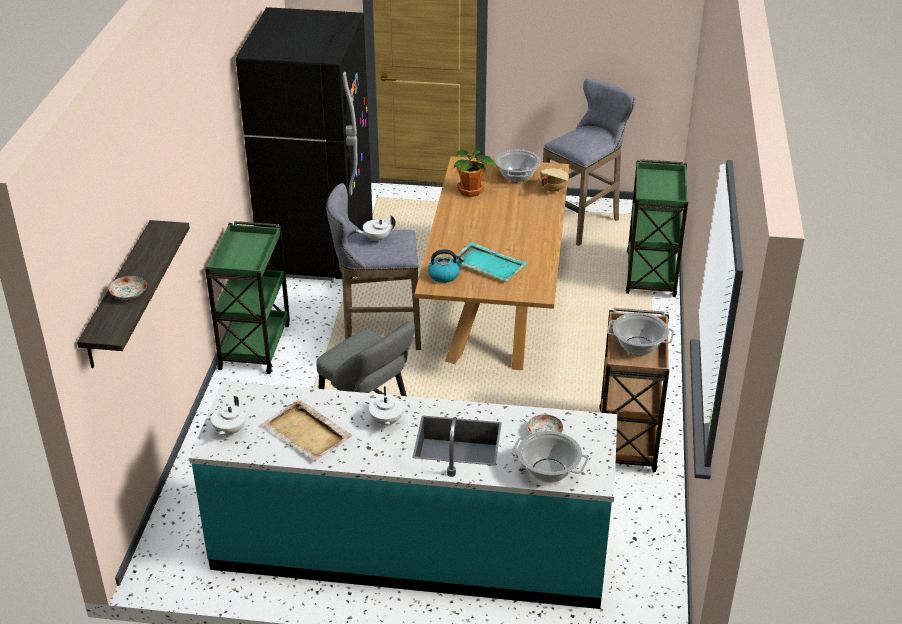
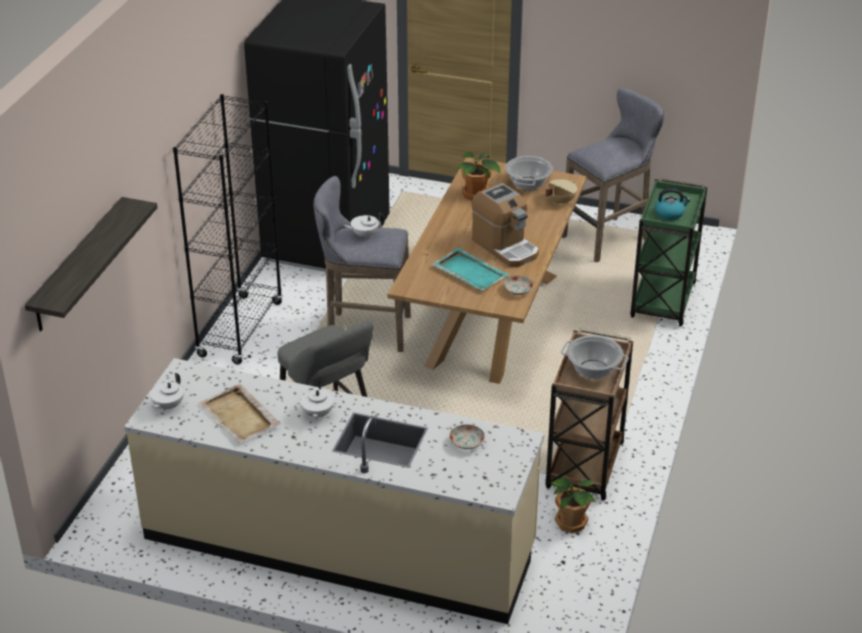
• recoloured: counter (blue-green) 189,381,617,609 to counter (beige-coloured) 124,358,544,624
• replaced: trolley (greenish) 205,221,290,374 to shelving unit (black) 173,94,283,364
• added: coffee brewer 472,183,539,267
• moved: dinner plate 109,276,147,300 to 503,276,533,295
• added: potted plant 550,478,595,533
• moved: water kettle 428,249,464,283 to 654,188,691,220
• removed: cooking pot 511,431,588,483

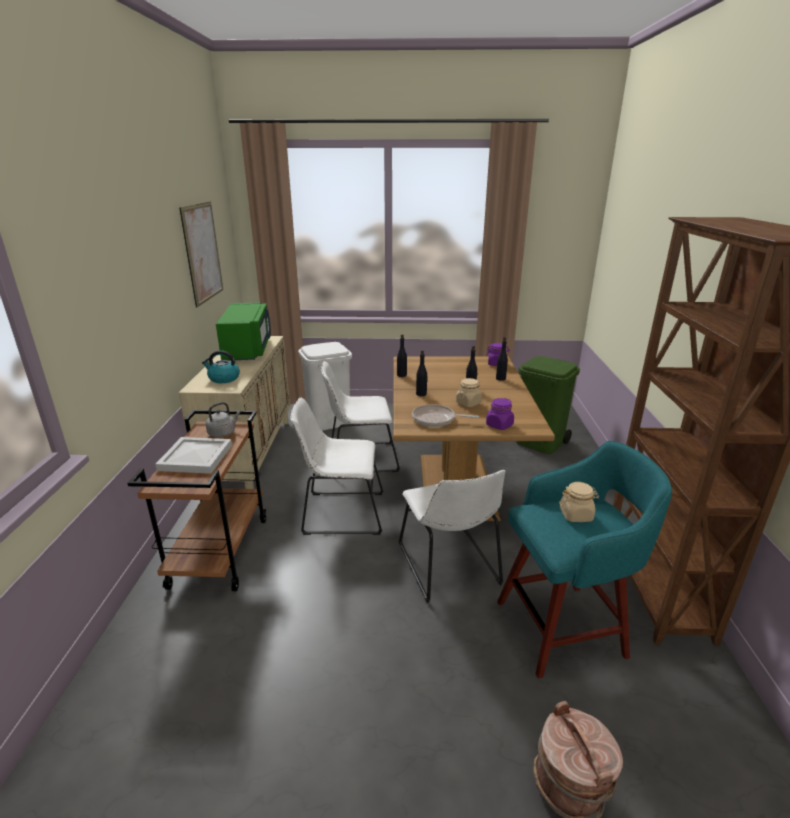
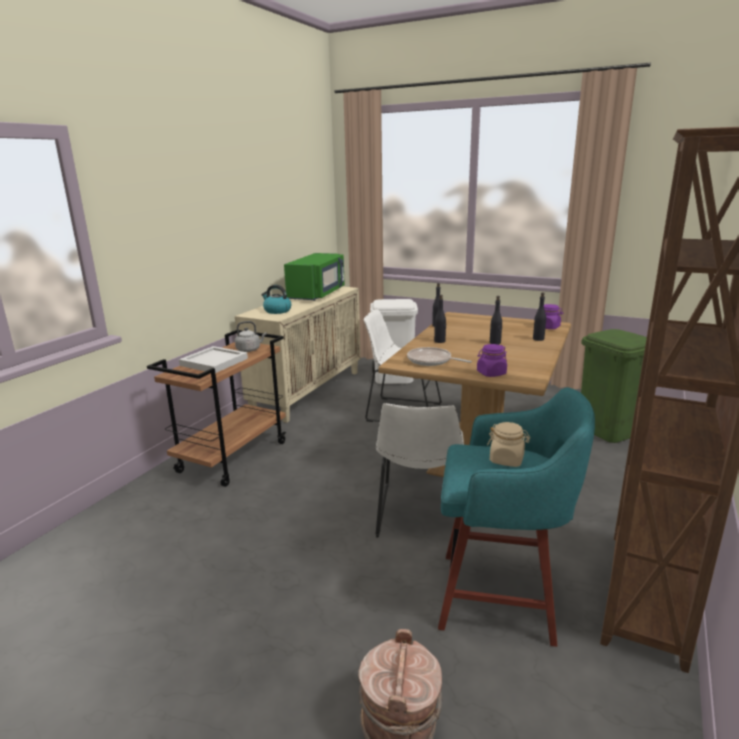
• removed: wall art 179,201,223,308
• removed: plain chair (white) 290,398,384,535
• removed: storage jar (beige-coloured) 456,378,482,407

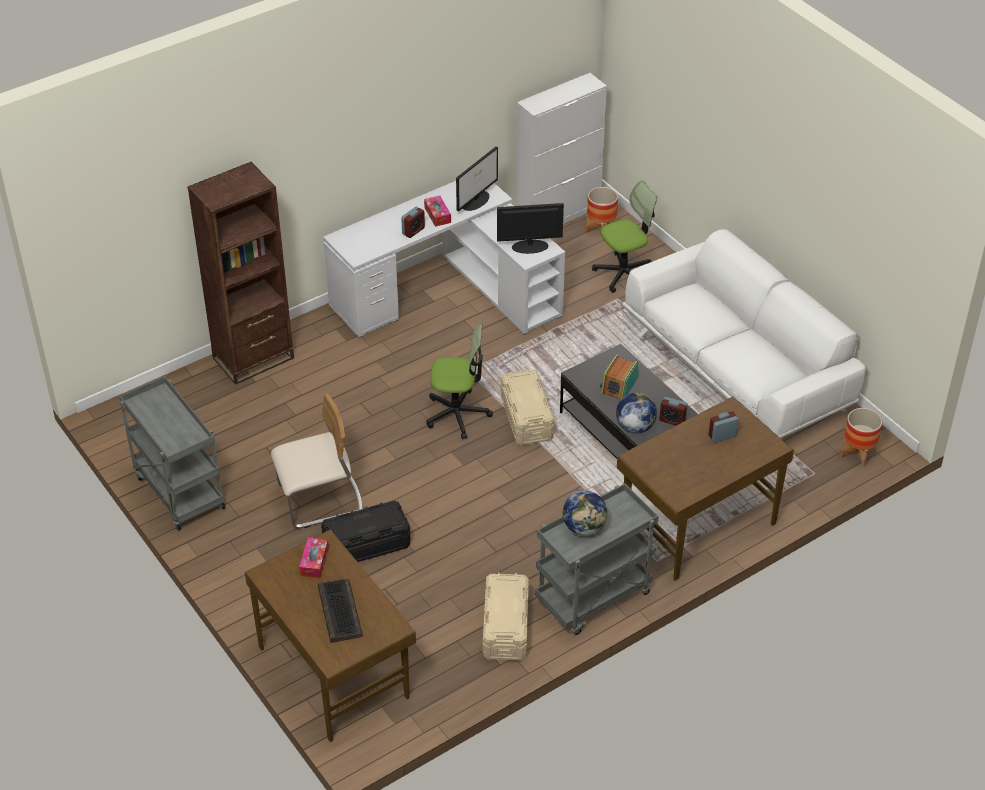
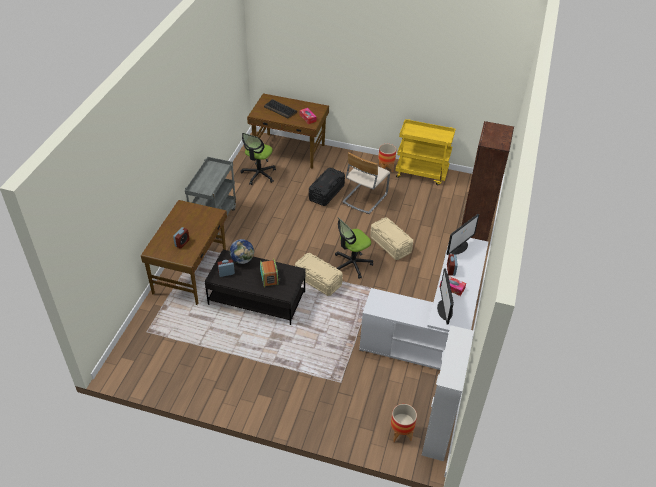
• moved: computer chair 592,180,657,293 to 240,133,276,185
• moved: storage box (beige-coloured) 483,572,529,660 to 370,217,413,260
• moved: flower pot 841,408,882,467 to 378,144,396,173
• recoloured: trolley (greyish) 119,376,226,531 to trolley (yellow-coloured) 395,119,455,185
• moved: monitor 497,203,564,254 to 447,214,479,255
• removed: globe 563,490,607,536
• removed: settee (white) 622,229,866,438

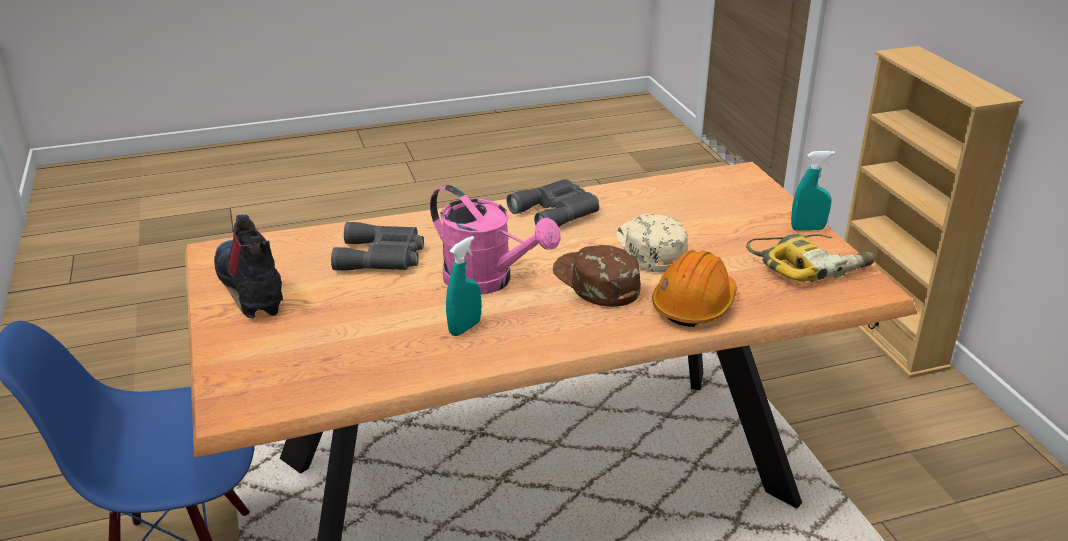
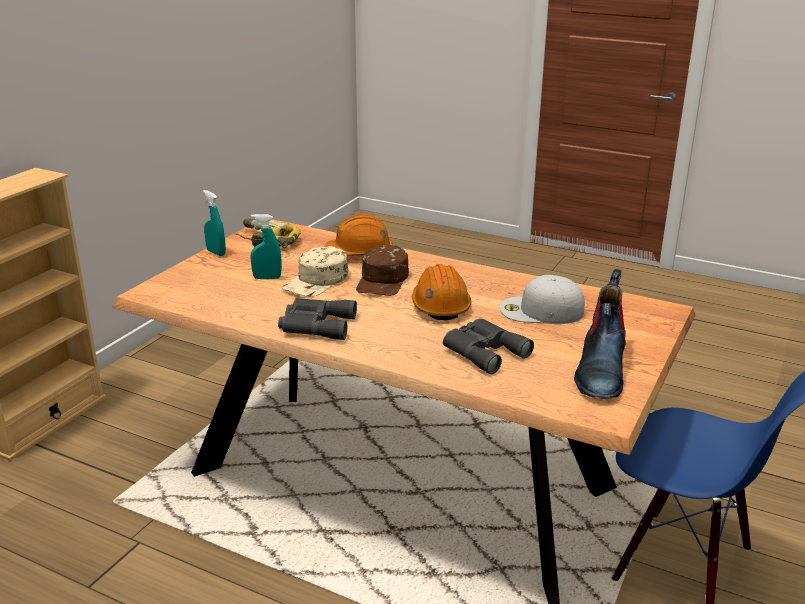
• moved: sprayer (blue-green) 446,236,481,336 to 251,214,282,279
• replaced: watering pot (pinkish) 430,185,561,294 to safety helmet (orange-coloured) 412,264,471,320
• added: cap (white) 500,275,585,324

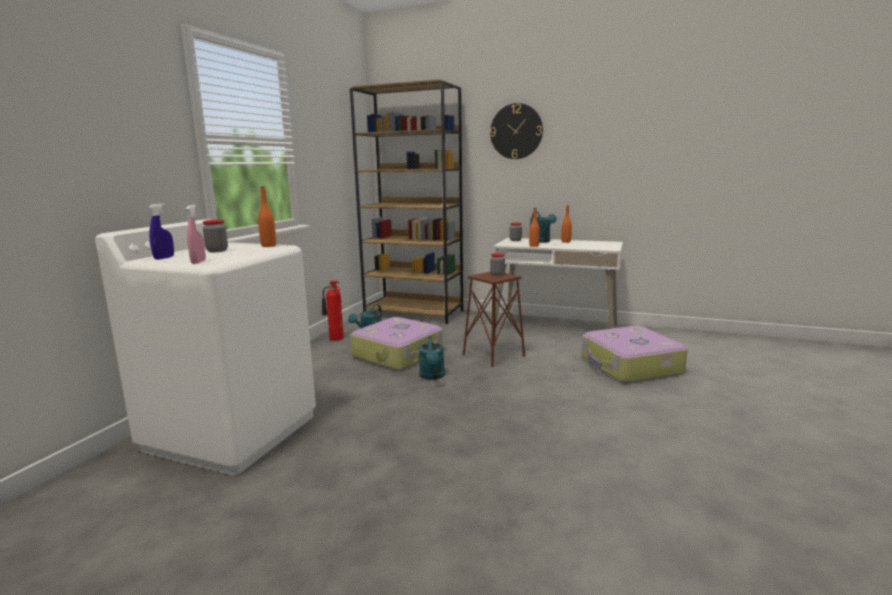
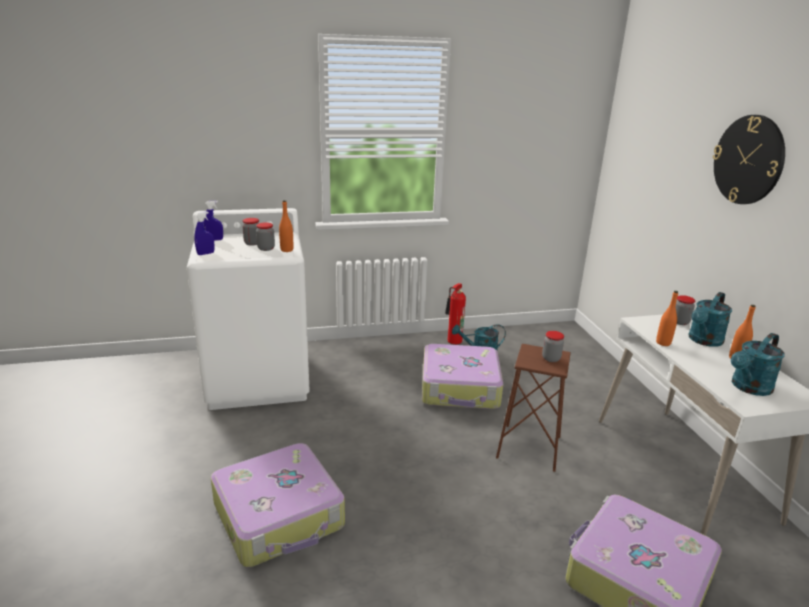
• recoloured: sprayer (pinkish) 186,205,206,264 to sprayer (bluish) 194,212,215,255
• added: suitcase 210,443,345,567
• added: storage jar 256,223,275,251
• moved: watering pot (blue-green) 418,336,445,380 to 731,333,784,396
• removed: shelving unit (brownish) 350,79,463,324

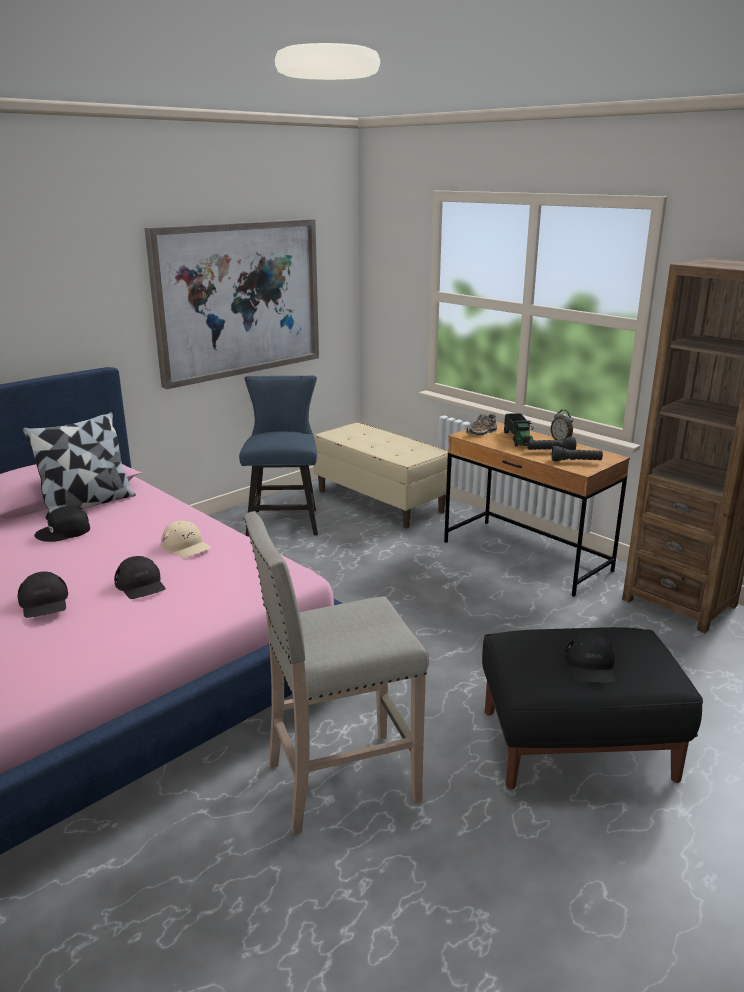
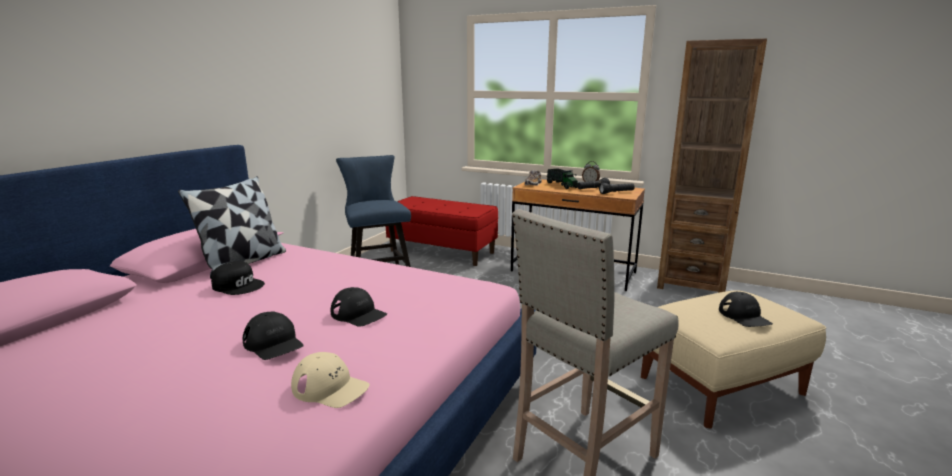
• turned: cap (black) 35,506,90,542 = 211,261,265,295 105 degrees counterclockwise
• moved: cap (beige-coloured) 161,521,211,558 to 291,352,370,408
• recoloured: bench (beige-coloured) 313,422,452,528 to bench (reddish) 386,196,498,266
• recoloured: pouffe (black) 482,627,703,789 to pouffe (beige-coloured) 641,291,826,429
• removed: wall art 144,219,319,389

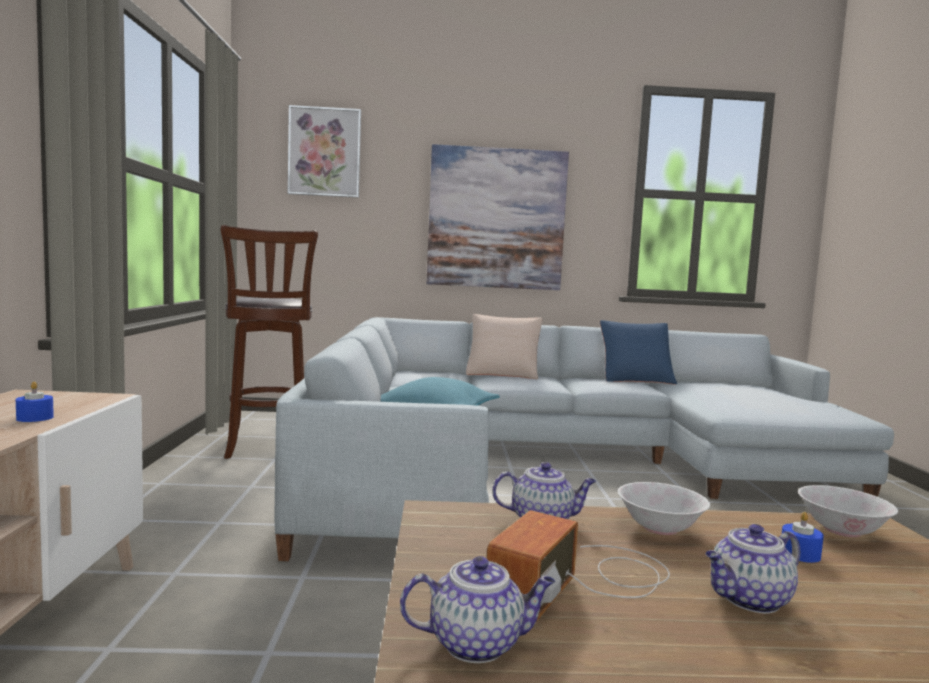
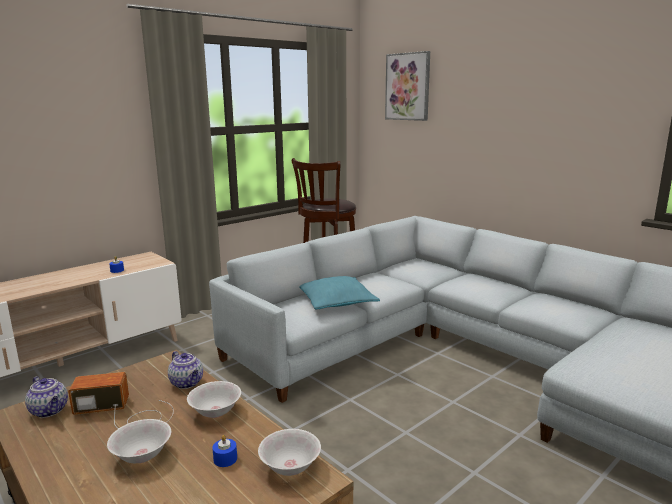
• replaced: teapot 706,524,800,614 to bowl (white) 107,419,171,463
• removed: wall art 426,144,569,290
• removed: pillow (beige-coloured) 466,314,542,379
• removed: pillow (bluish) 600,320,677,384

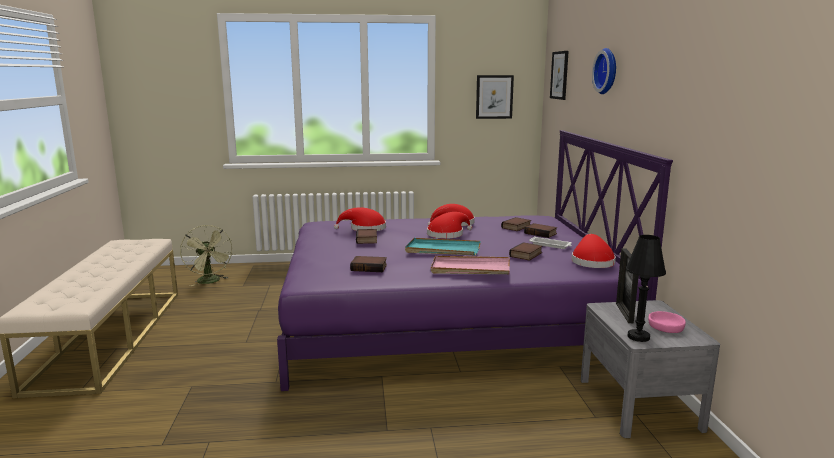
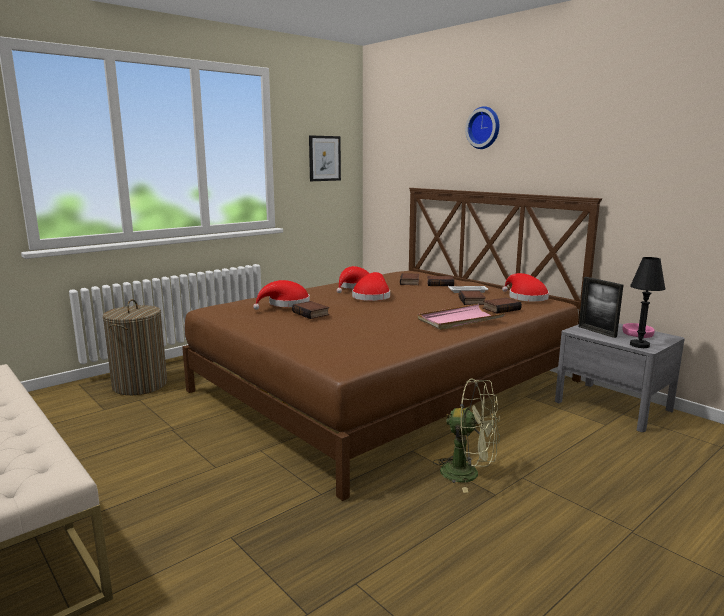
• added: hamper 102,299,167,395
• recoloured: bed (purple) 277,130,673,391 to bed (brownish) 182,188,602,501
• moved: electric fan (greenish) 180,225,233,286 to 433,378,500,493
• moved: volume 350,256,387,272 to 483,298,522,314
• removed: serving tray (blue-green) 405,238,481,256
• removed: wall art 550,51,569,100

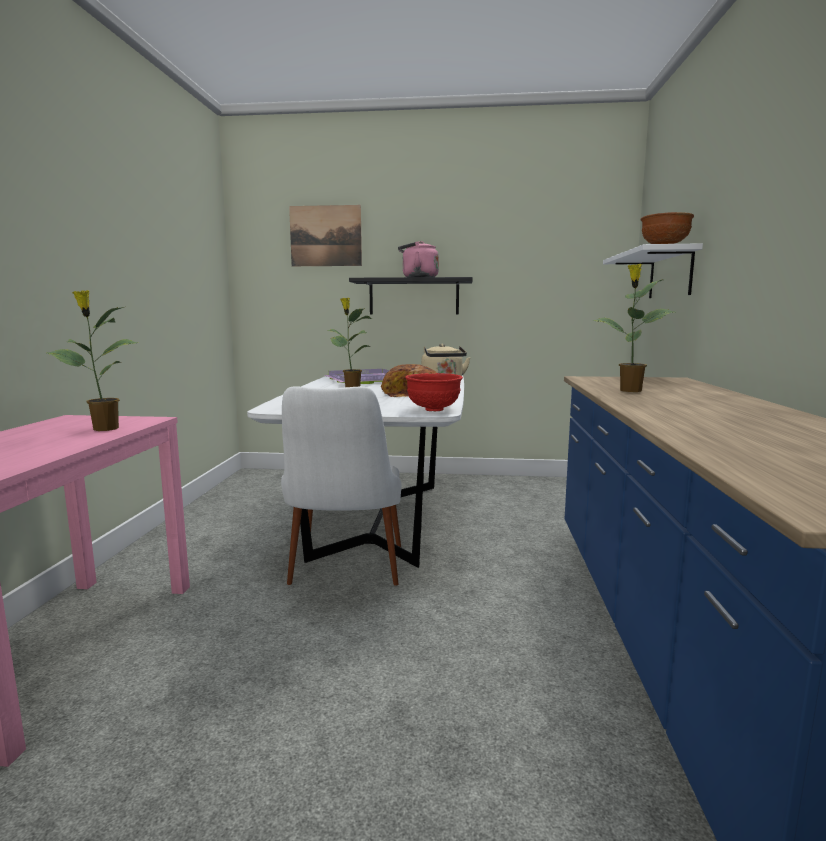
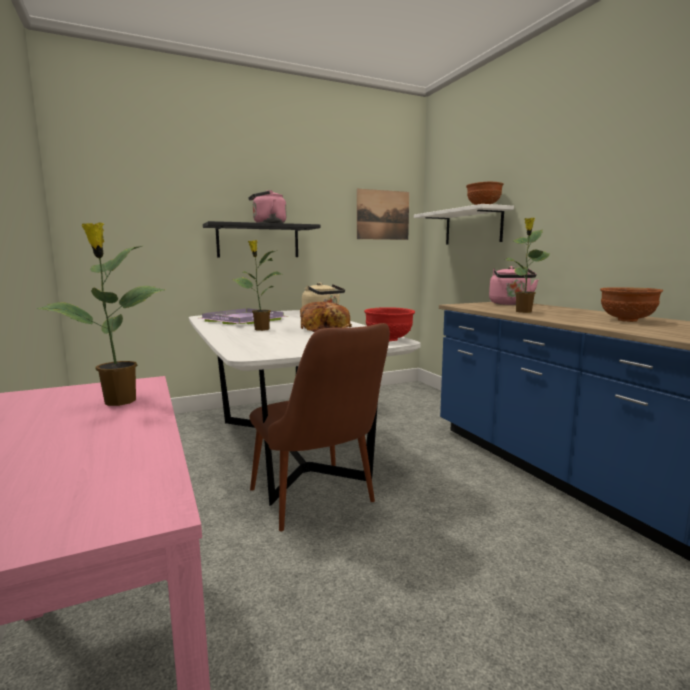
• recoloured: plain chair (white) 281,387,401,585 to plain chair (brownish) 249,323,390,531
• moved: wall art 289,205,362,266 to 357,189,409,240
• added: water kettle (pinkish) 489,266,538,305
• added: bowl (brownish) 600,287,663,322

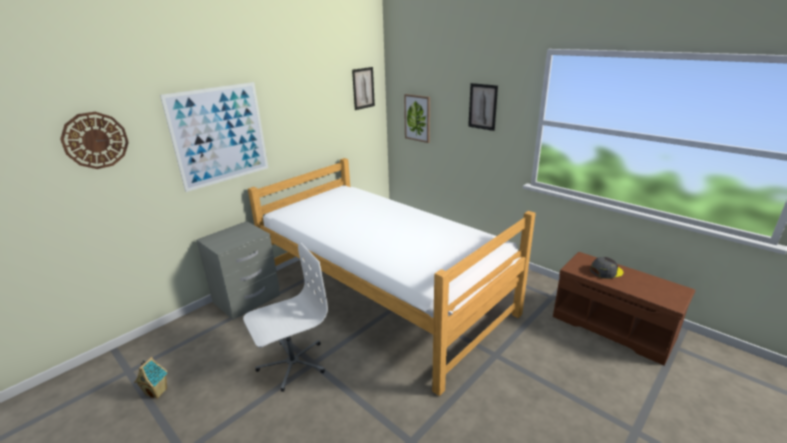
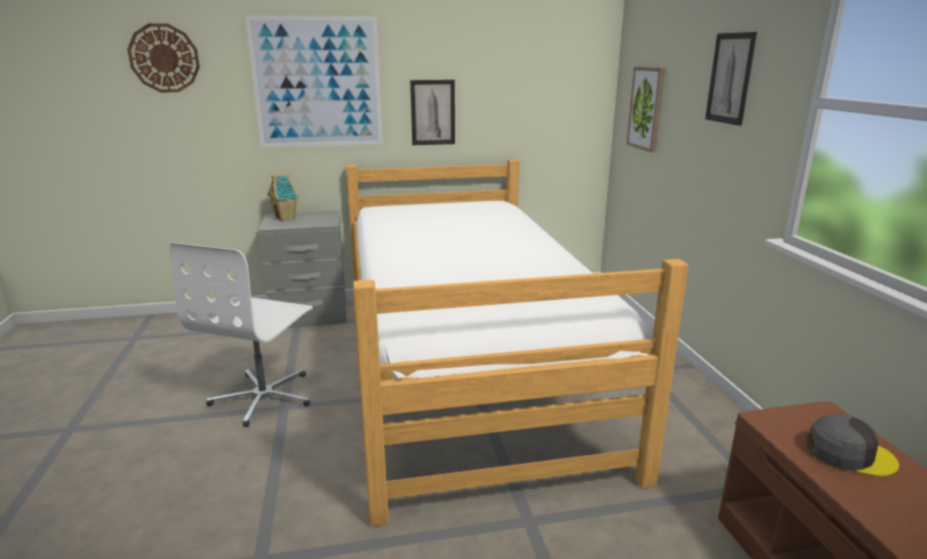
• turned: computer chair (white) 243,243,328,392 = 169,243,313,427 105 degrees clockwise
• moved: miniature house 134,357,168,399 to 267,173,298,221
• moved: wall art 352,67,375,110 to 410,80,455,145

